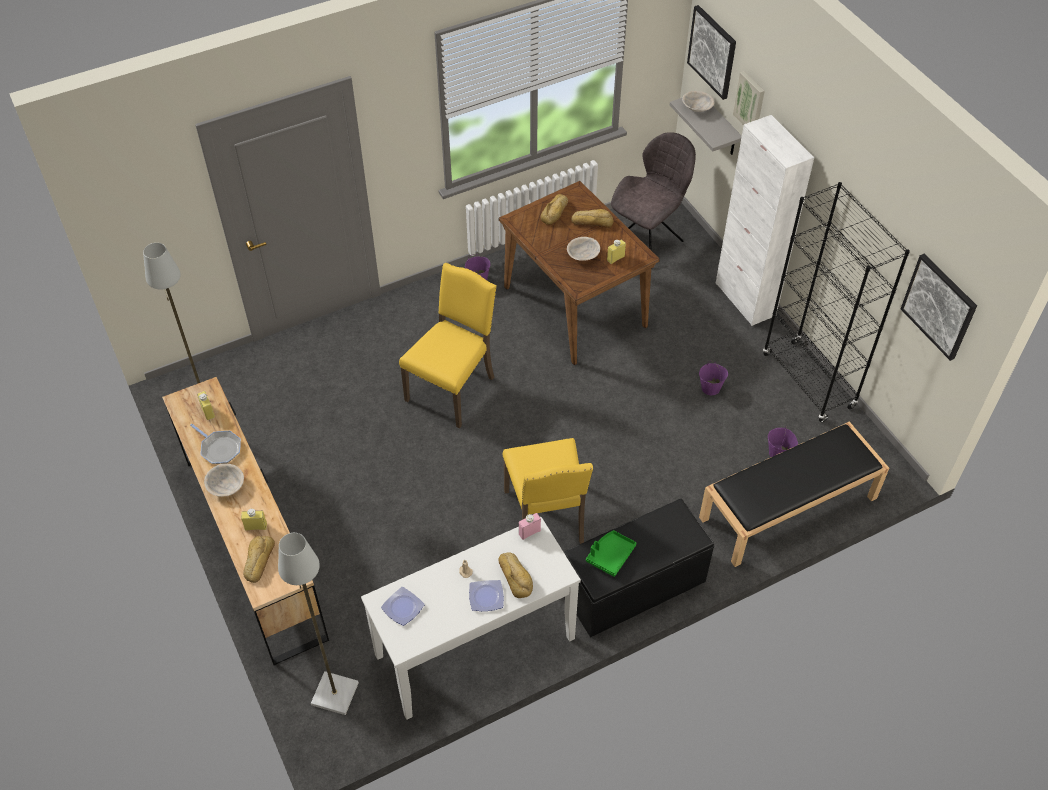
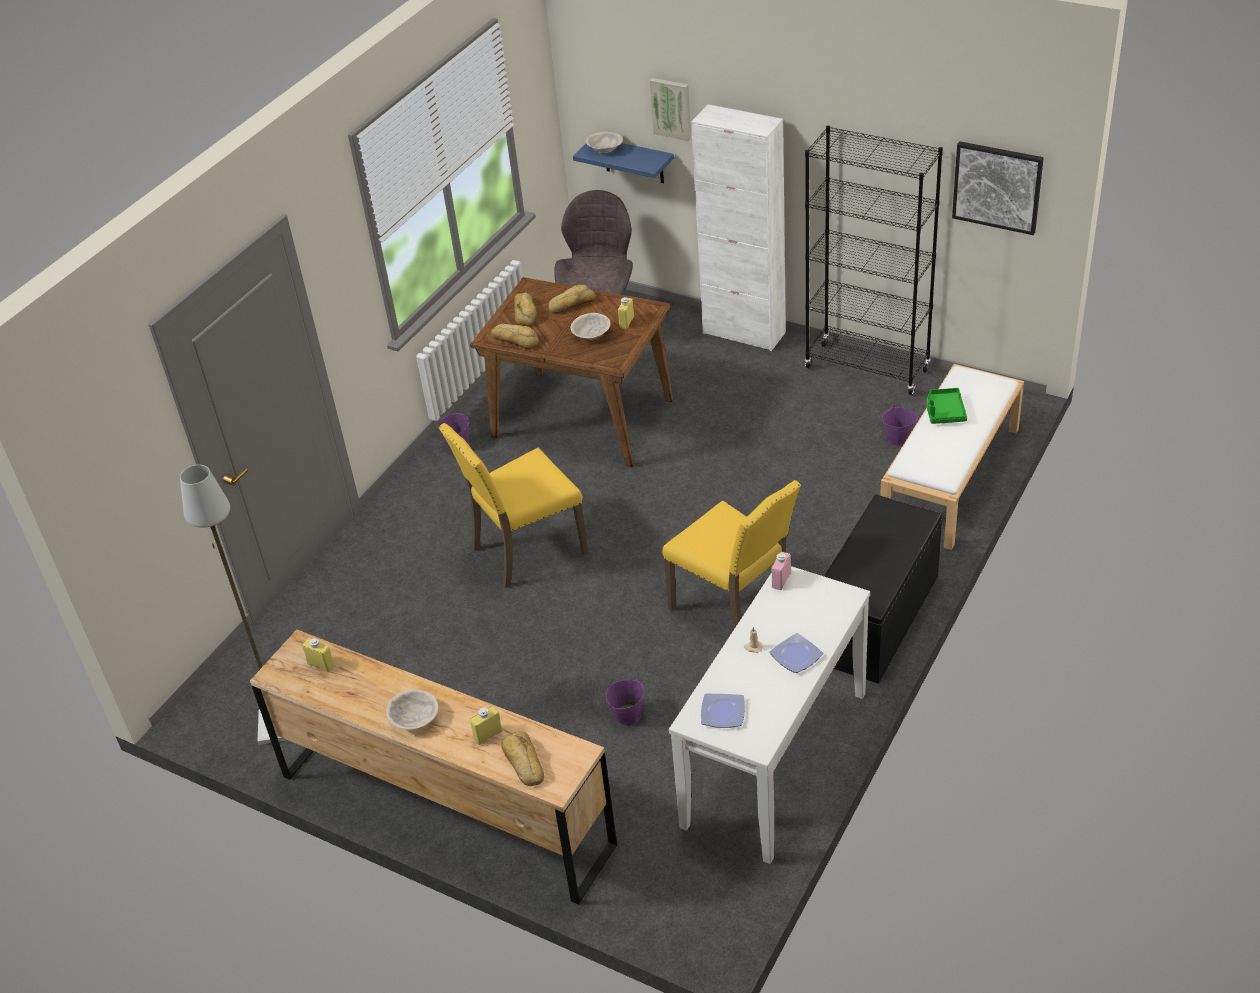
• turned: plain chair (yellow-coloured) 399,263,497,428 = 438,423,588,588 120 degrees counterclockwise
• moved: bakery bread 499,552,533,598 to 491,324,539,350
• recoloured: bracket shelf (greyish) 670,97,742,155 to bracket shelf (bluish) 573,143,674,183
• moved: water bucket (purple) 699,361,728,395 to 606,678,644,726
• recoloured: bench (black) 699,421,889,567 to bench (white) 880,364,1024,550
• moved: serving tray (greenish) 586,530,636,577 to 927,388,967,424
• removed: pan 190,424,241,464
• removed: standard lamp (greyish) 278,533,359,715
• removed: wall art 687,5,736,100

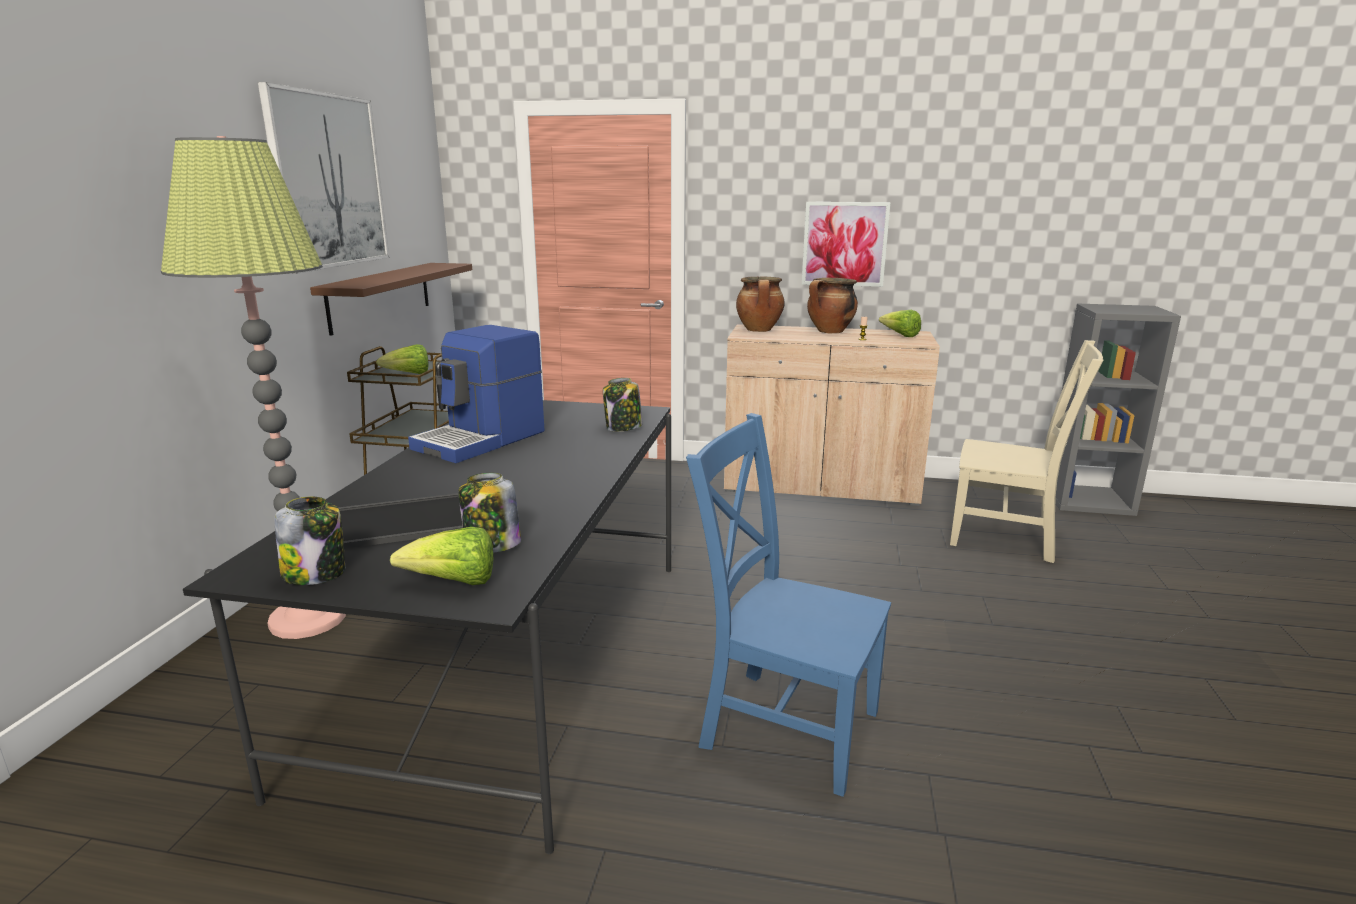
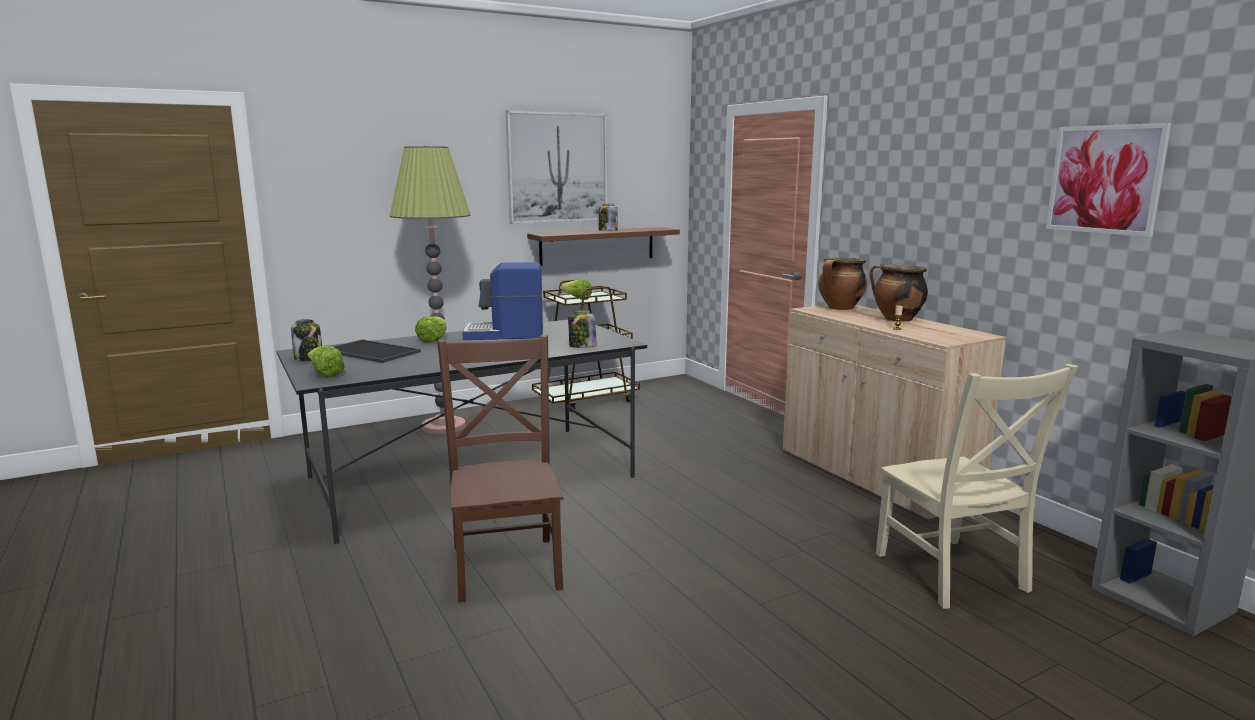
• moved: lettuce 879,310,921,337 to 415,316,447,343
• recoloured: plain chair (bluish) 686,413,891,797 to plain chair (brownish) 437,335,563,602
• moved: storage jar 458,473,521,553 to 599,204,618,231
• moved: wall art 802,202,890,287 to 1046,123,1171,237

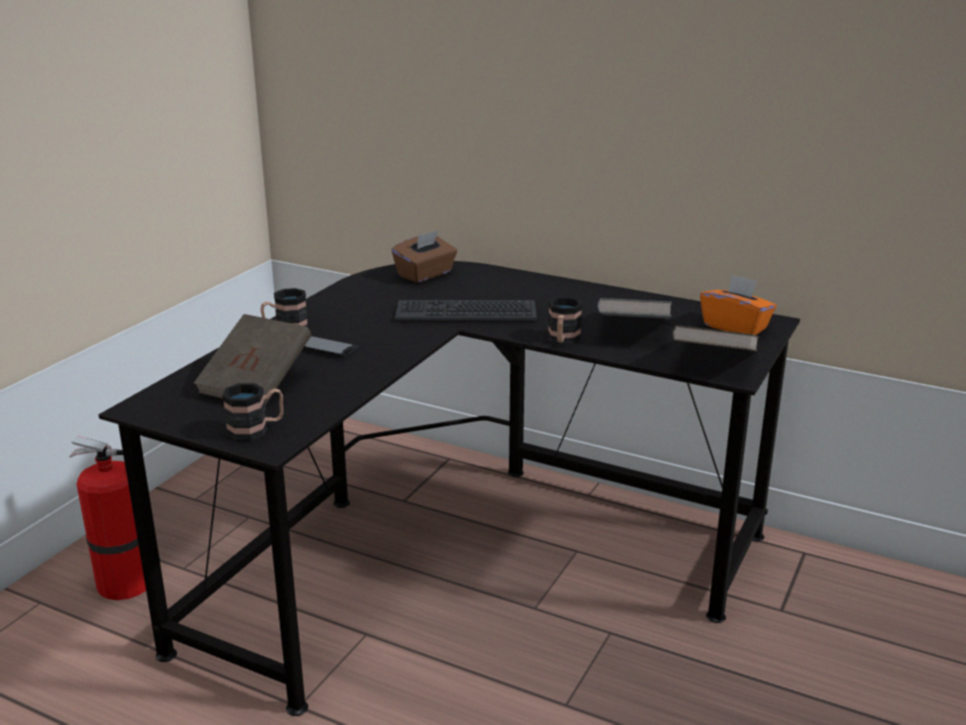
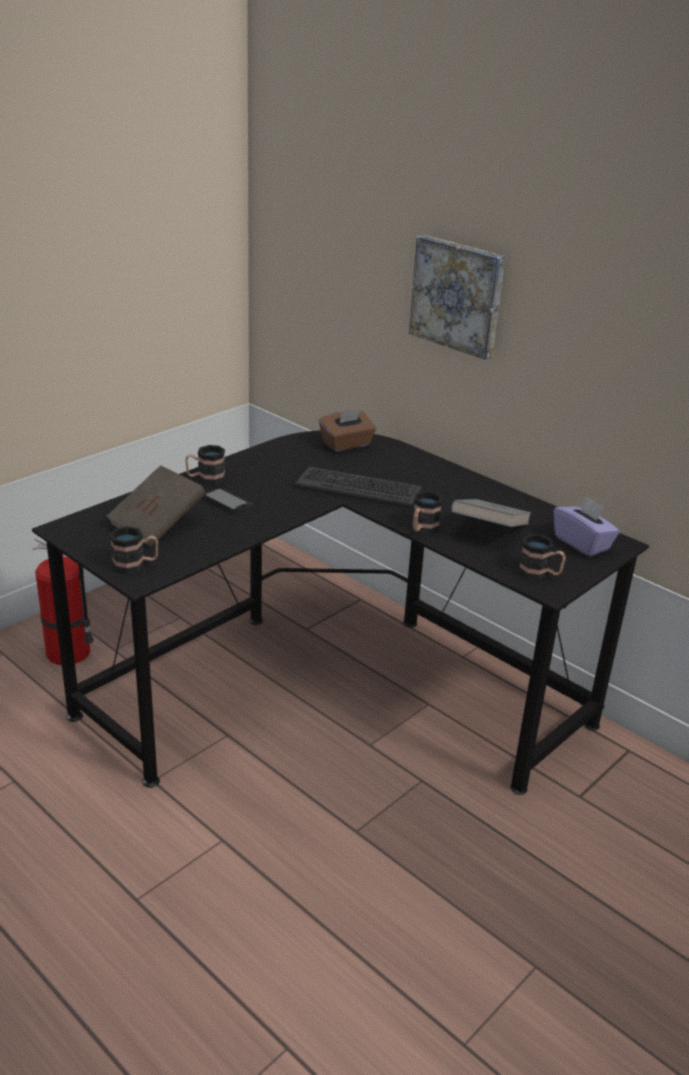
• added: wall art 409,235,505,360
• replaced: volume (brownish) 672,325,759,351 to coffee mug 519,534,566,580
• recoloured: tissue box (orange-coloured) 700,274,776,335 to tissue box (purple) 553,496,620,557

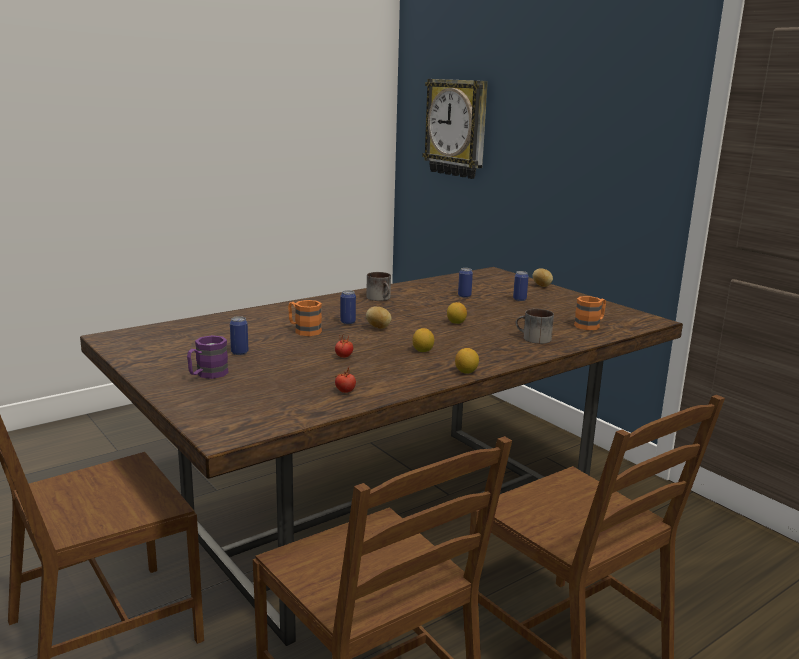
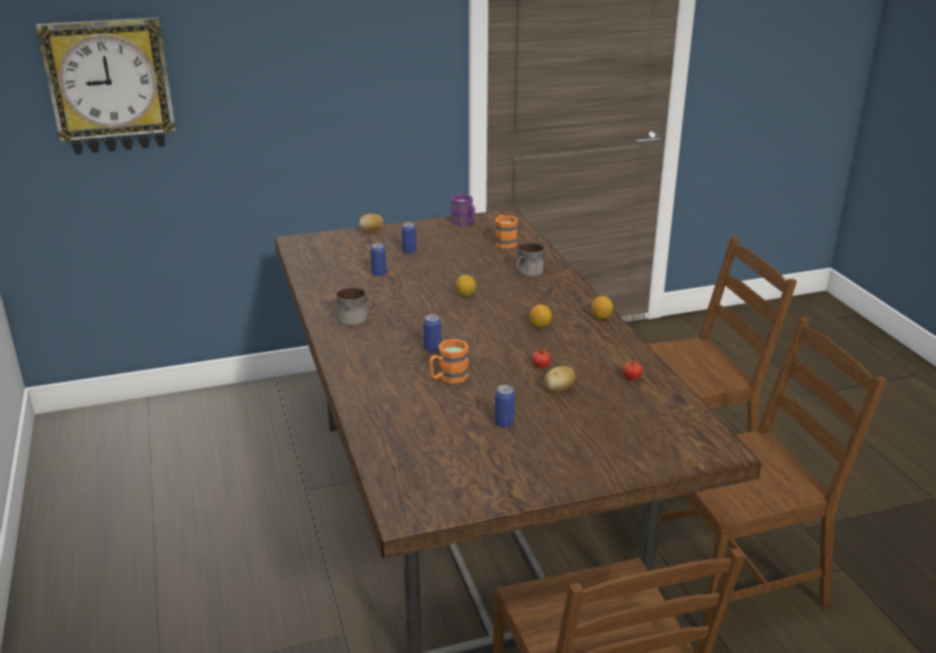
• moved: coffee mug (purple) 187,335,229,379 to 451,194,475,225
• moved: potato 366,307,392,329 to 545,366,575,392

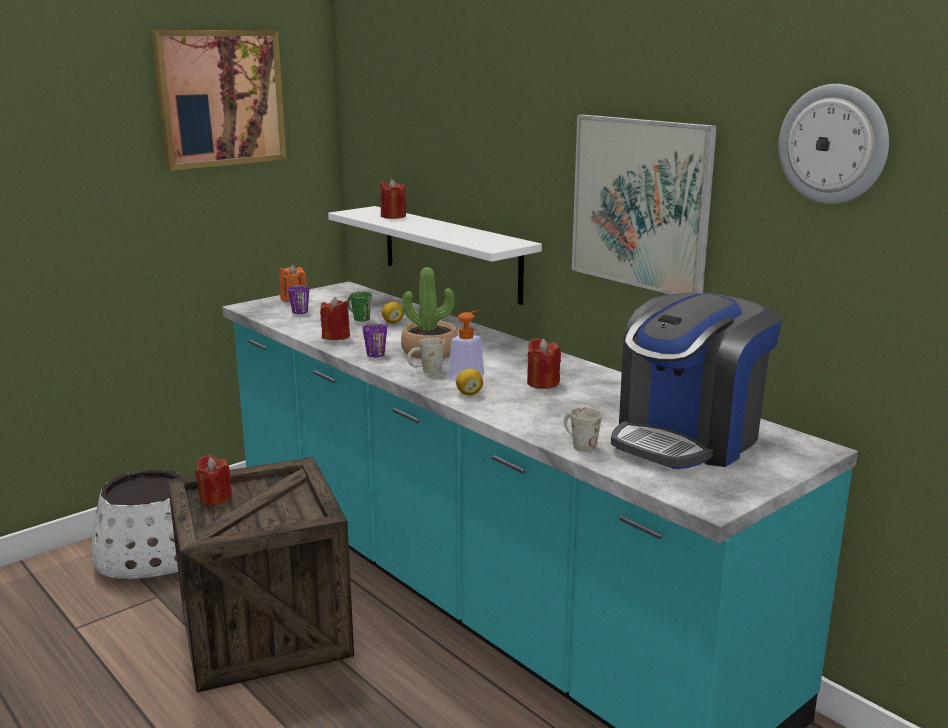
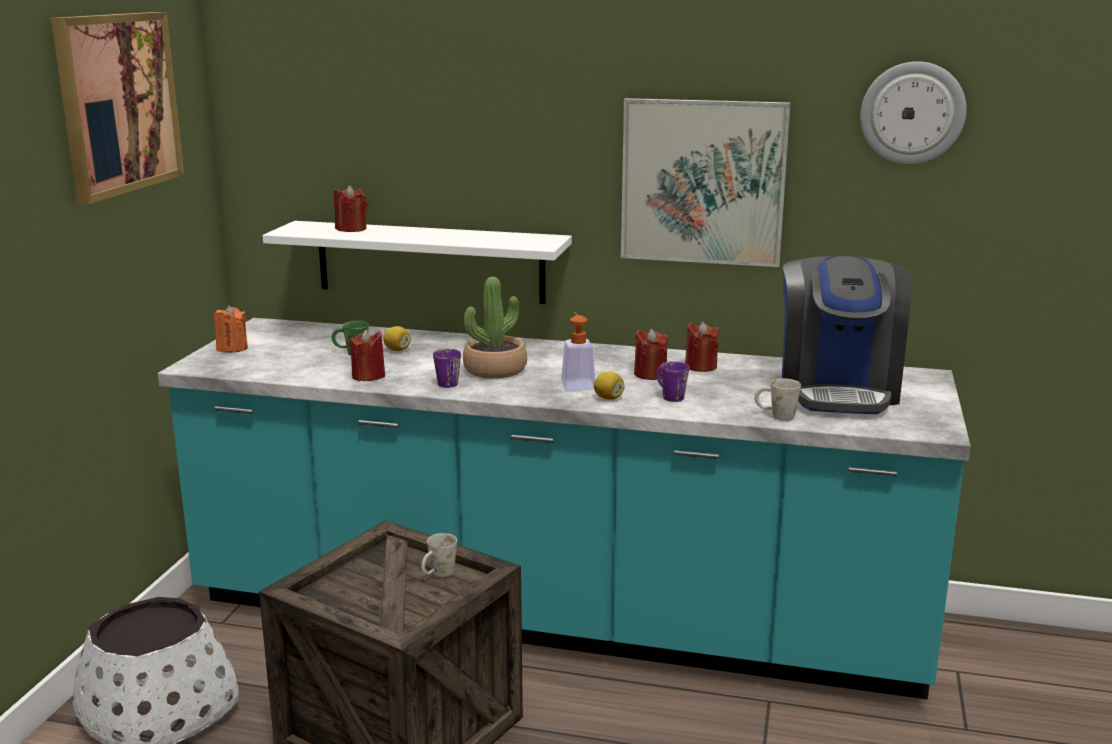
• moved: coffee mug (white) 407,338,445,373 to 422,533,457,577
• moved: coffee mug (purple) 288,285,309,314 to 656,361,689,402
• moved: candle (reddish) 195,455,232,505 to 685,322,719,372

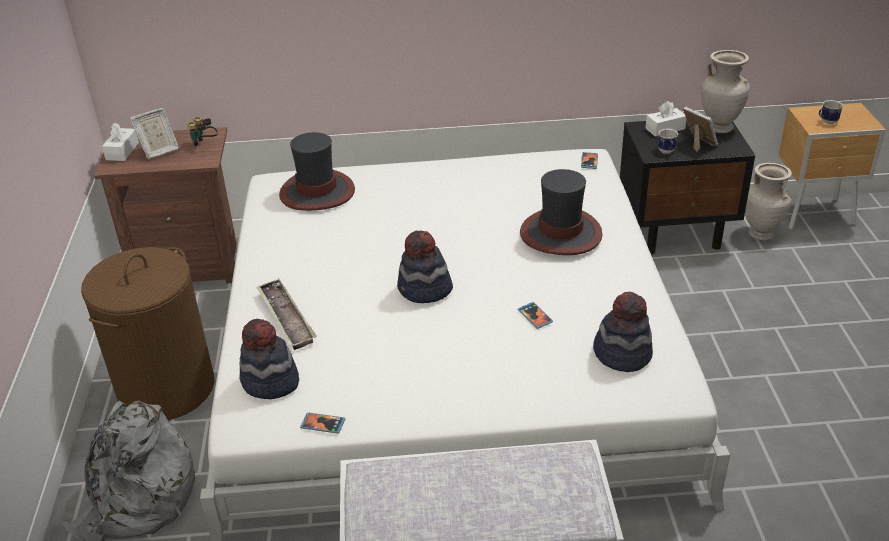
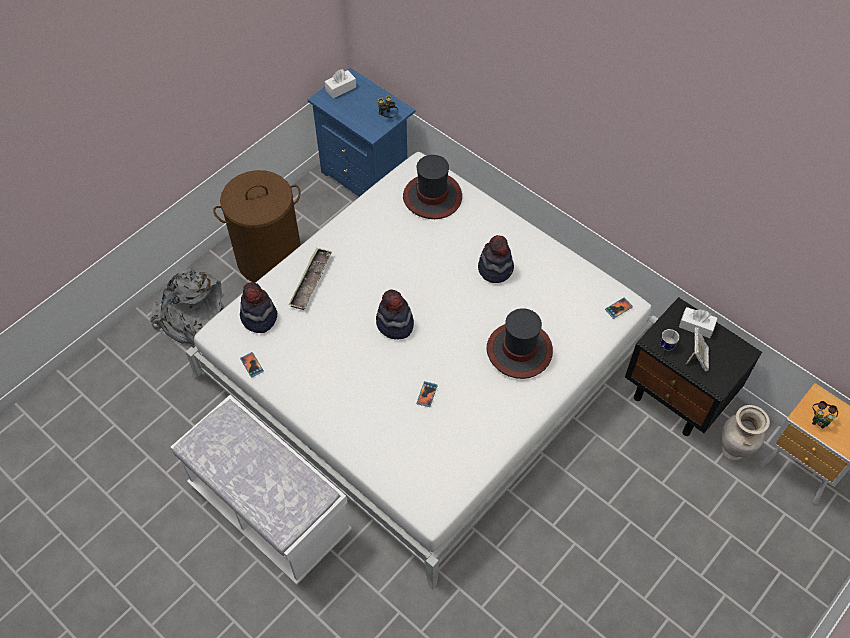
• recoloured: night table (brownish) 94,127,237,283 to night table (bluish) 307,68,415,197
• moved: hat 593,292,653,372 to 478,235,514,283
• replaced: coffee mug 819,100,843,124 to pair of binoculars 812,401,838,428
• removed: photo frame 130,108,179,160
• removed: decorative vase (beige-coloured) 701,50,750,133

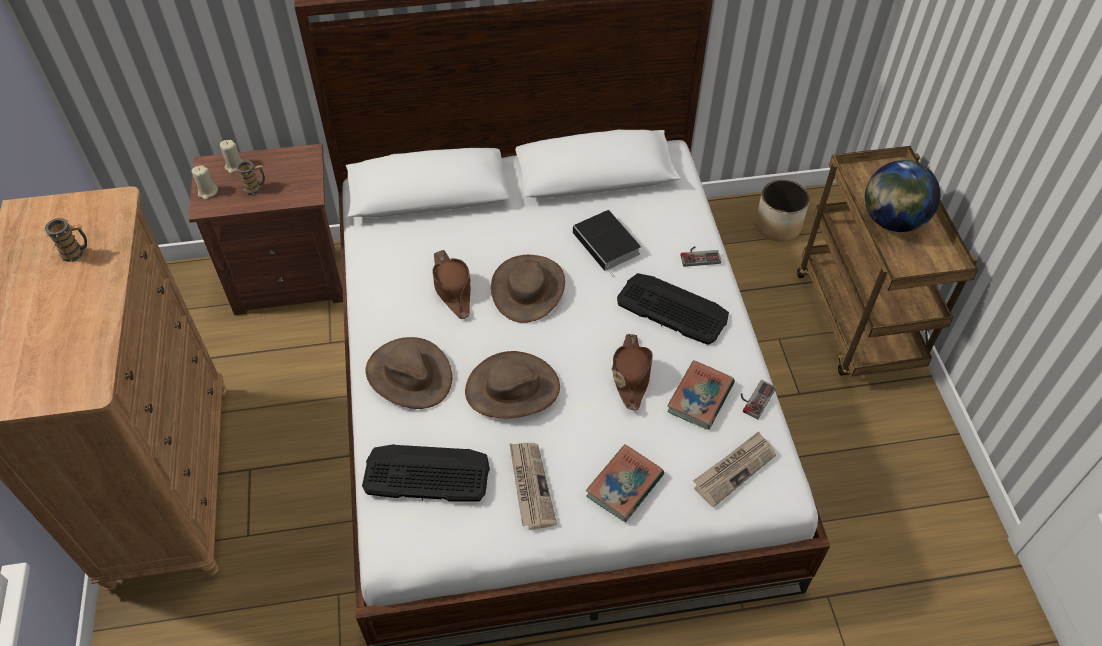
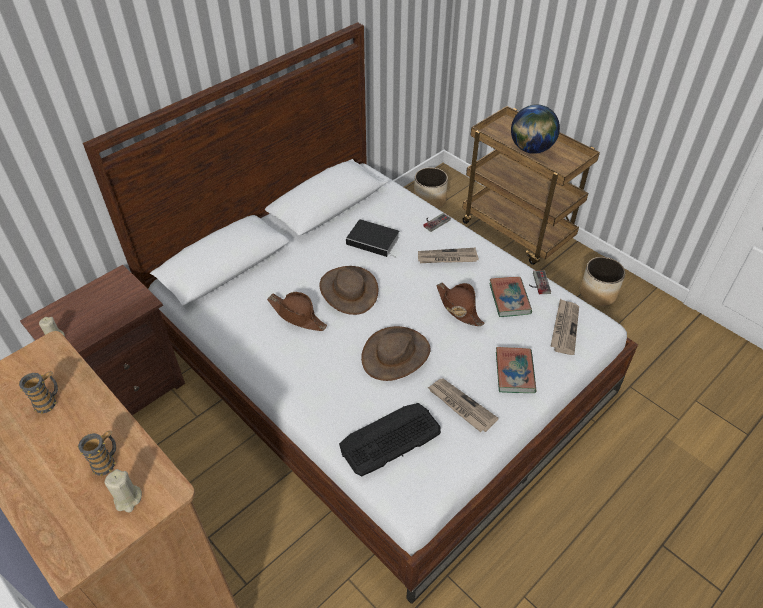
• moved: coffee mug 236,161,265,195 to 78,430,116,477
• moved: candle (beige-coloured) 220,140,243,173 to 104,469,142,512
• replaced: PC keyboard 617,273,729,345 to daily paper 418,248,479,263
• added: flower pot 580,257,625,306
• removed: hat (brownish) 366,337,452,409

